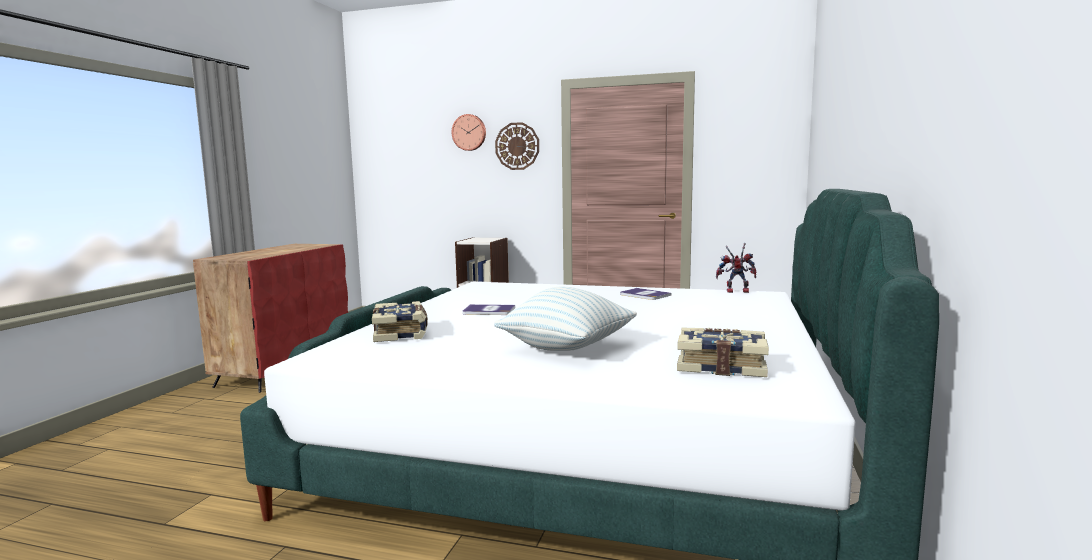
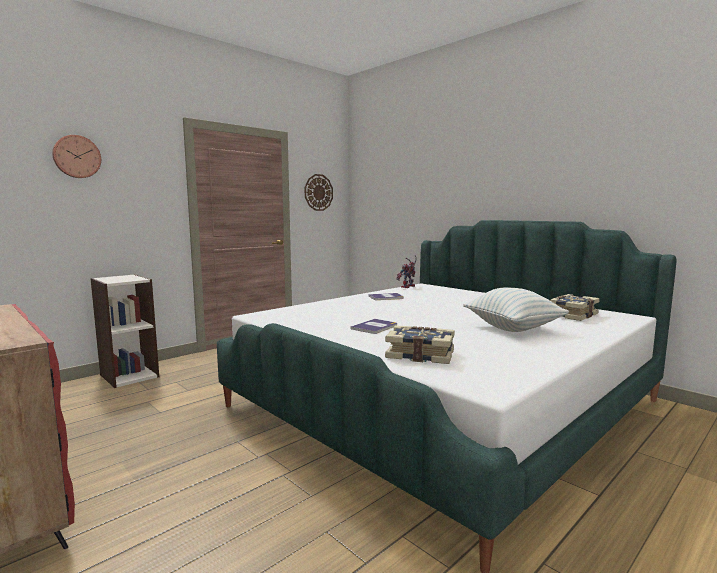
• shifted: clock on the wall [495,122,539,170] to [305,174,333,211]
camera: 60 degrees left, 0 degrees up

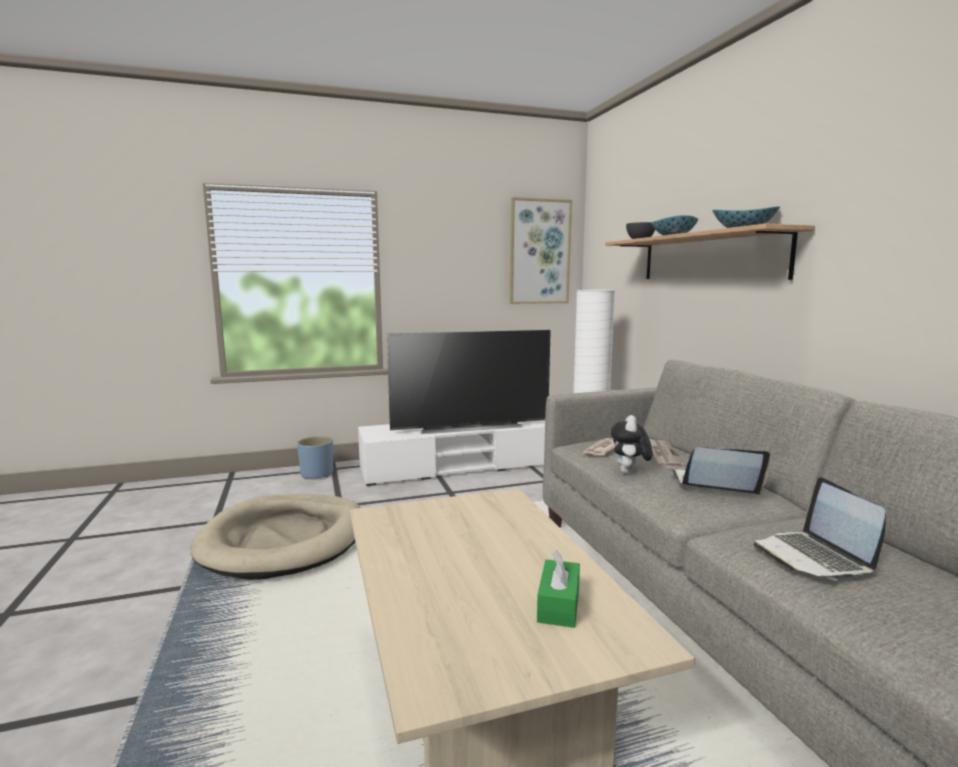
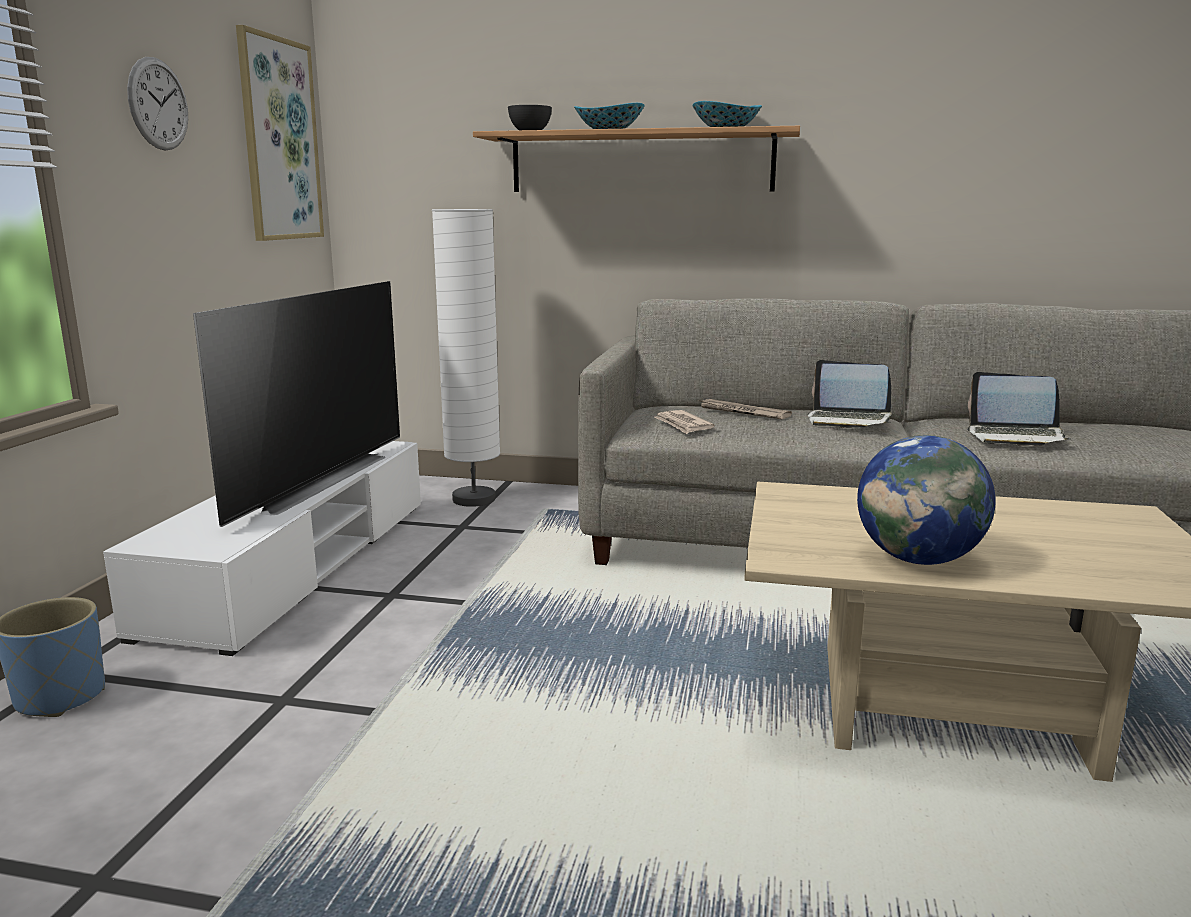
• gone: dog bed (beige-coloured) [190,494,361,580]
• gone: box of tissues (greenish) [537,550,580,628]
• gone: plush toy [611,415,653,474]
• rotated: laptop [670,447,770,495] = [808,360,892,428] 105 degrees counterclockwise
• new: clock on the wall [127,57,188,150]
• new: globe [857,435,996,565]
camera: 60 degrees left, 5 degrees up

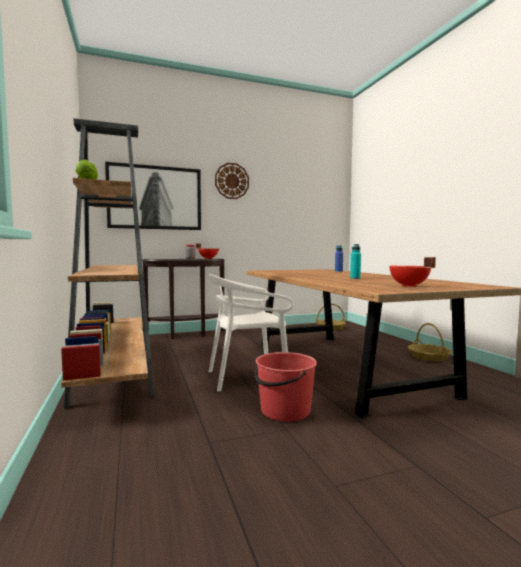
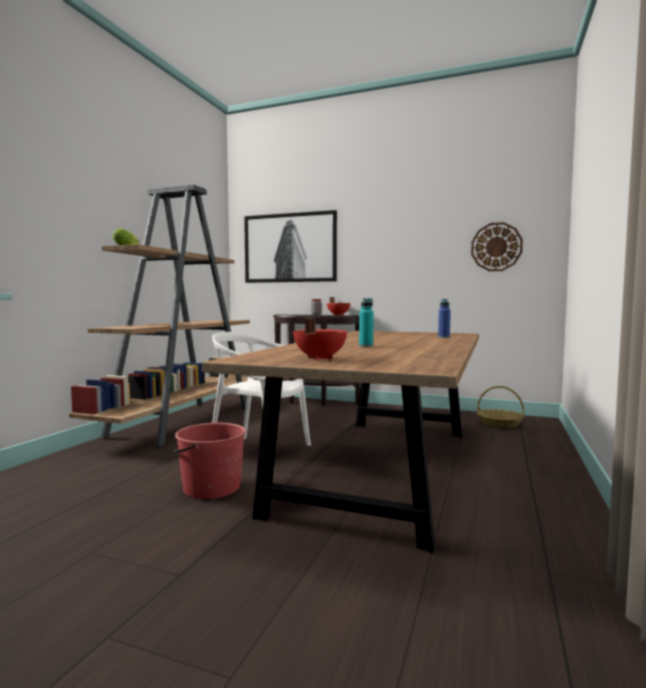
• shifted: clock on the wall [215,163,249,199] to [471,222,523,271]
• gone: basket [408,323,452,361]
camera: 40 degrees right, 0 degrees up

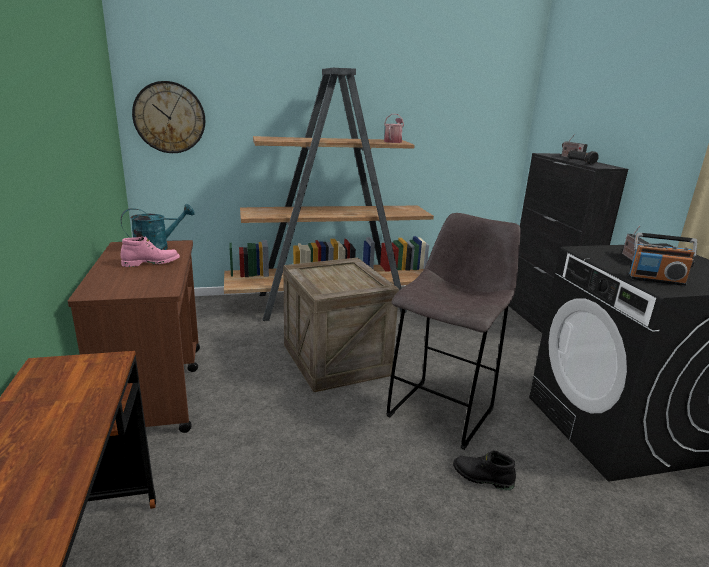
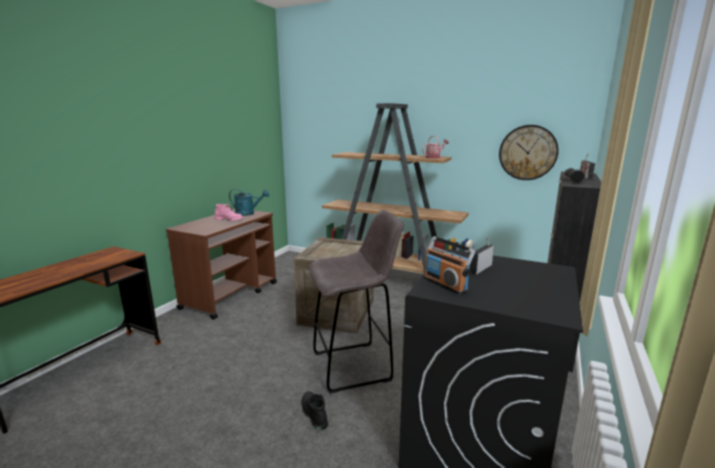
• shifted: clock on the wall [132,81,205,153] to [499,125,558,180]
camera: 40 degrees right, 5 degrees down

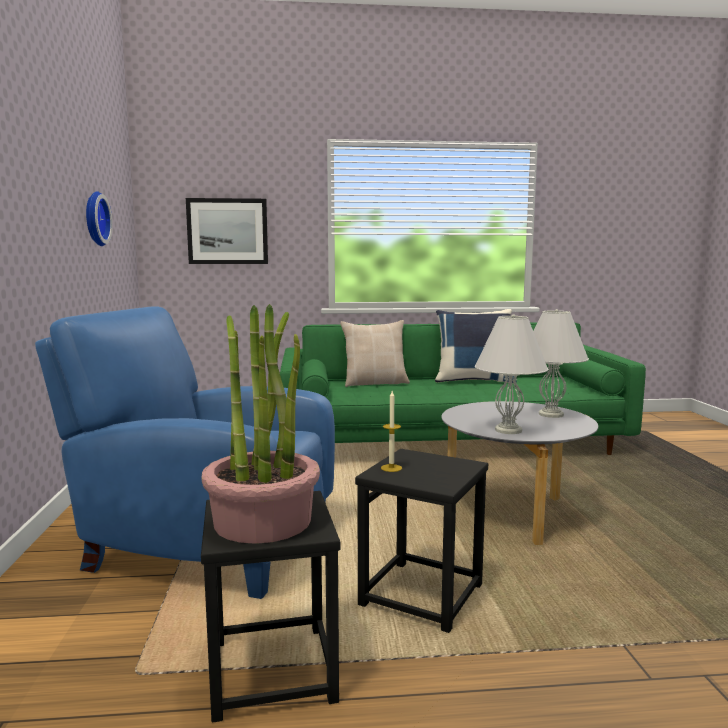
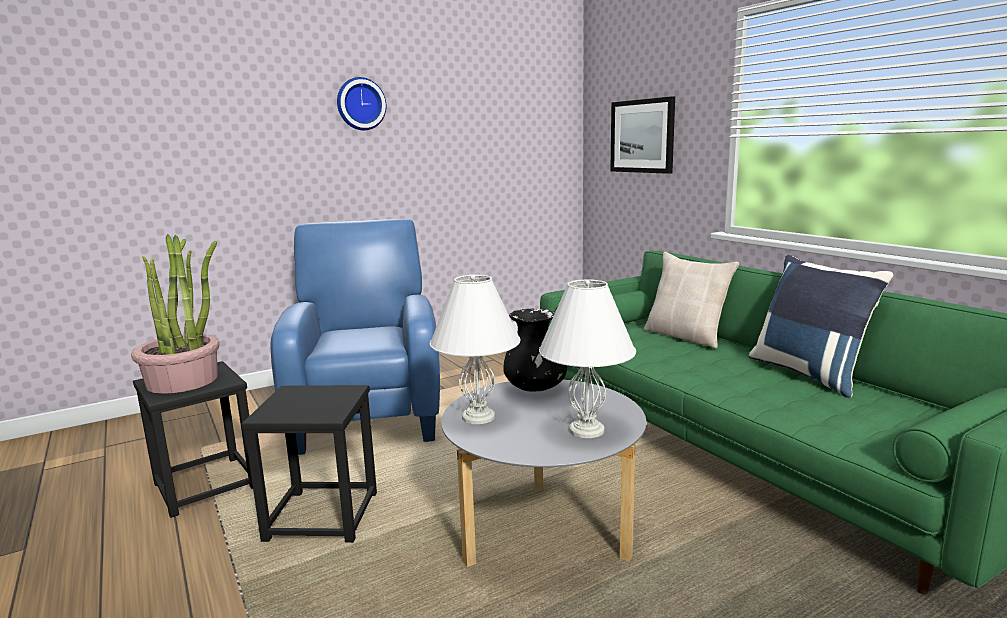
• shifted: clock on the wall [86,191,113,246] to [337,77,386,130]
• gone: wax light [381,391,402,472]
• new: flower vase (black-coloured) [504,309,567,391]
camera: 65 degrees right, 5 degrees up

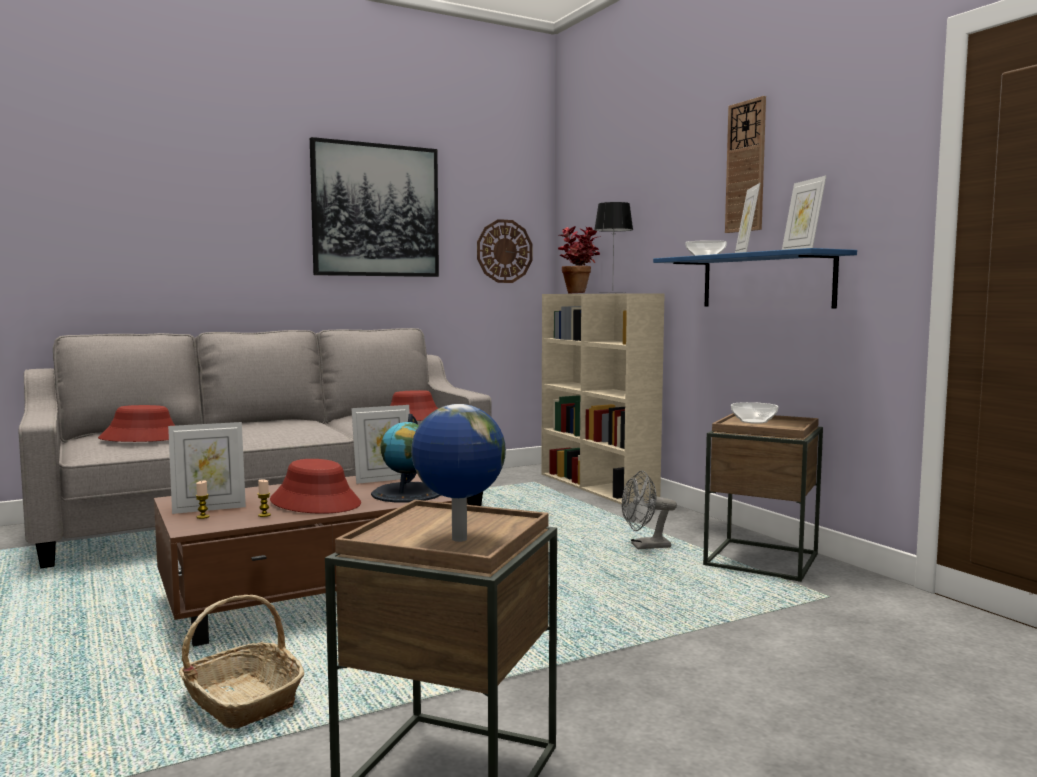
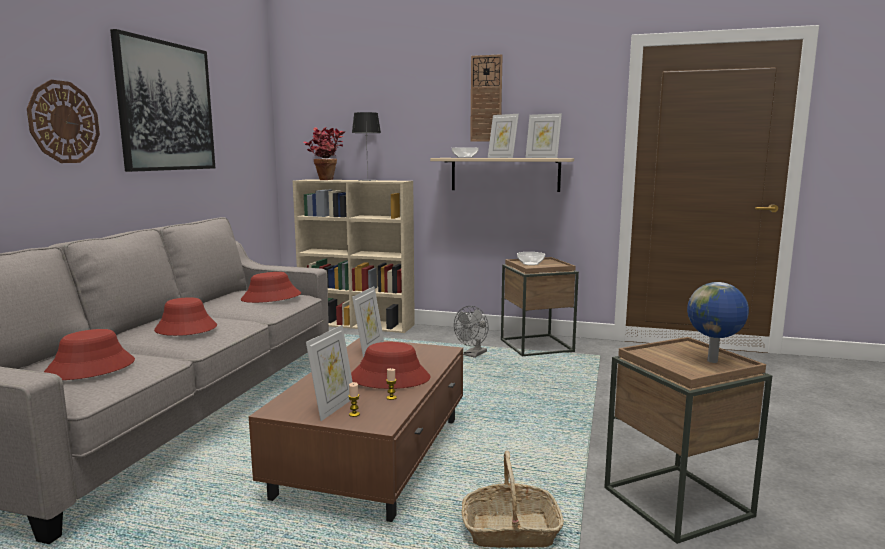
• gone: globe [371,414,441,502]
• shifted: clock on the wall [477,219,532,283] to [27,80,100,163]
• repainted: bracket shelf (blue) [653,248,857,308] to bracket shelf (beige-coloured) [430,158,574,192]
• new: clothing hat (red-coloured) [154,297,217,336]
camera: 45 degrees left, 5 degrees up

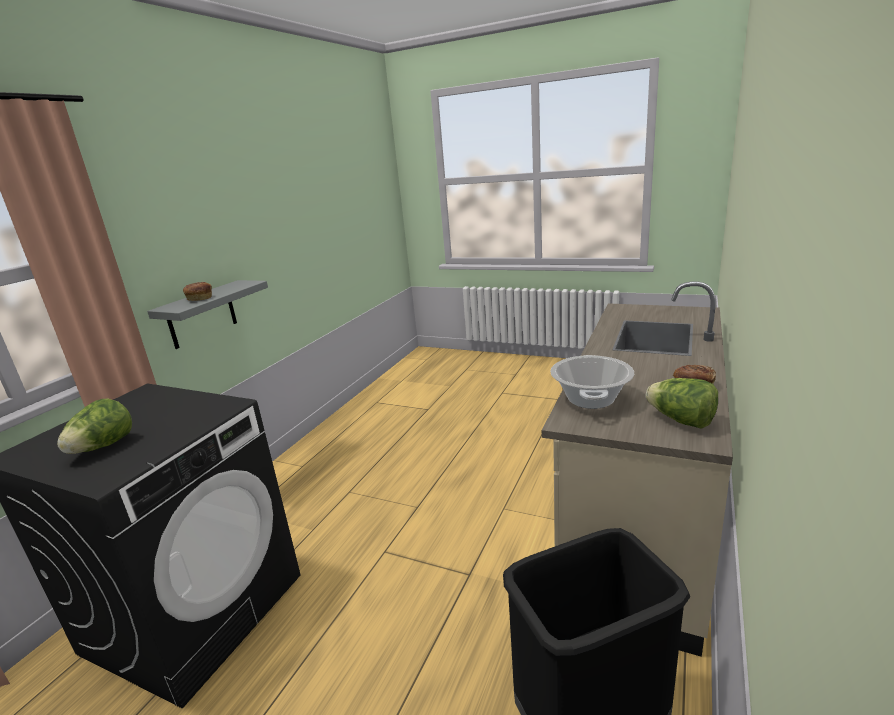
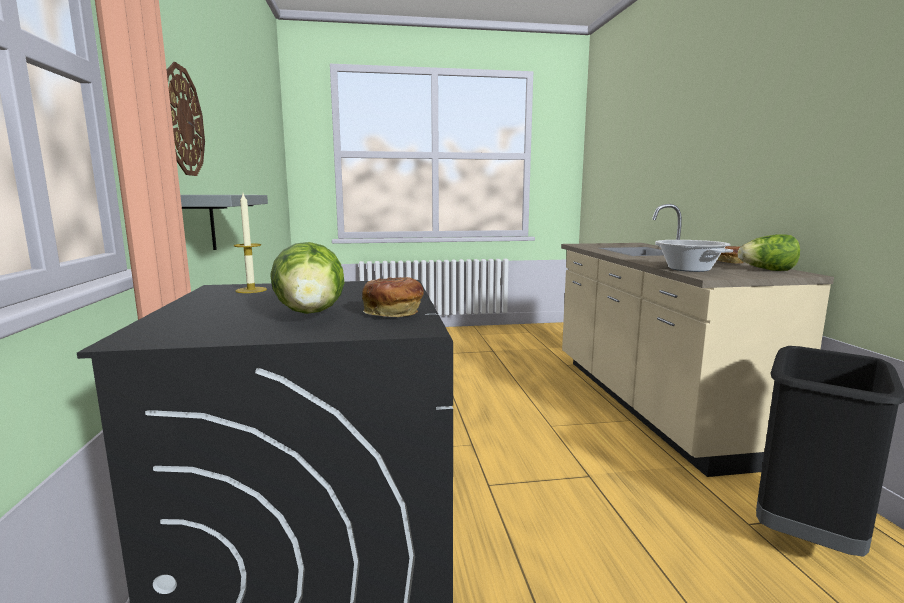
• shifted: bakery bread [183,282,212,301] to [362,277,424,317]
• new: clock on the wall [167,62,205,176]
• new: wax light [234,194,267,293]
camera: 35 degrees left, 10 degrees down

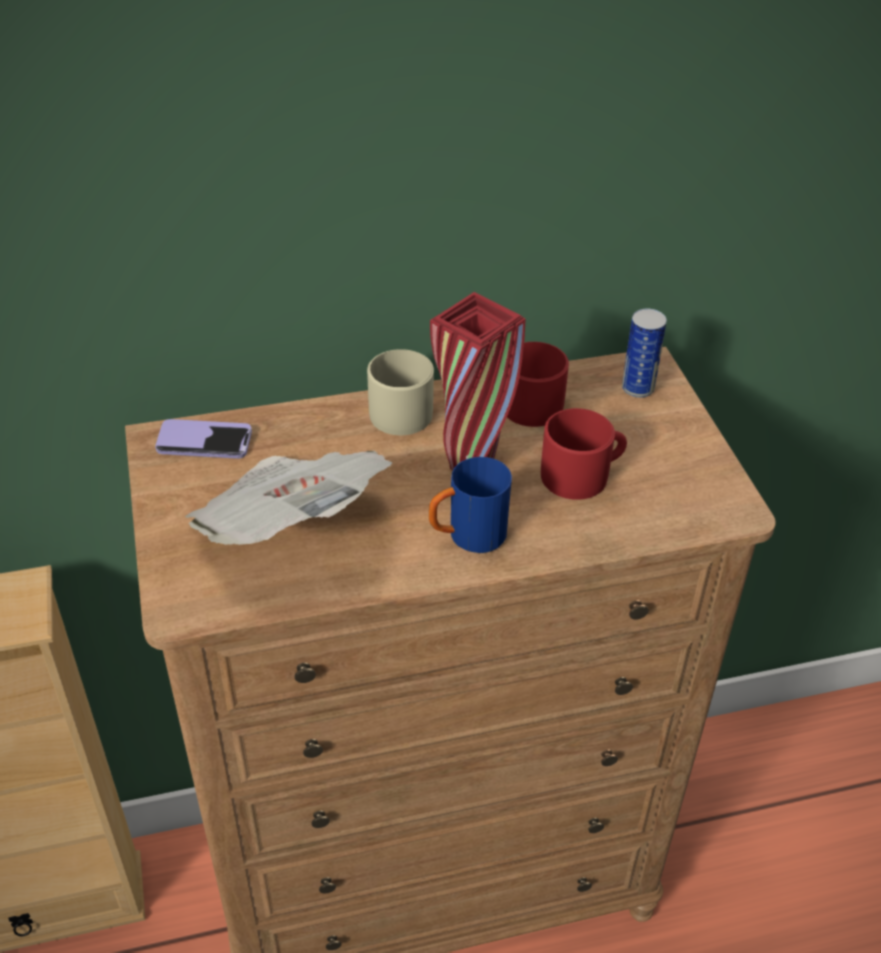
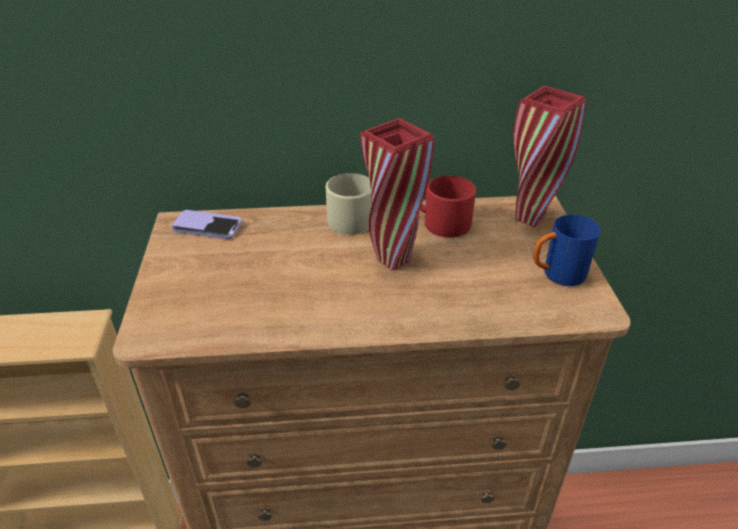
• gone: printed paper [185,451,392,545]
• shifted: mug (blue) [429,457,512,553] to [533,215,600,286]
• gone: mug (red-coloured) [541,408,627,500]
• swapped: sealed can [622,309,667,398] to flower vase (red-coloured) [513,86,586,227]
camera: 10 degrees right, 5 degrees down

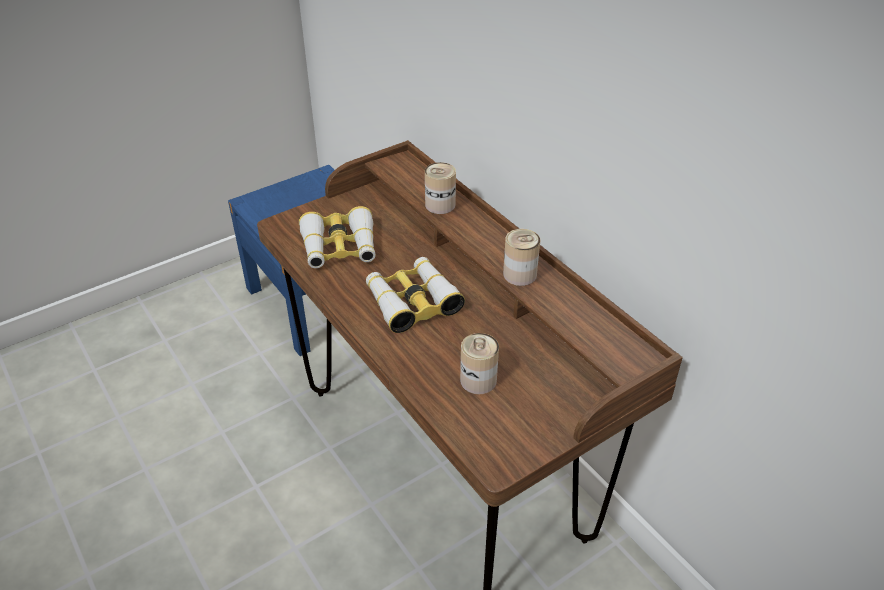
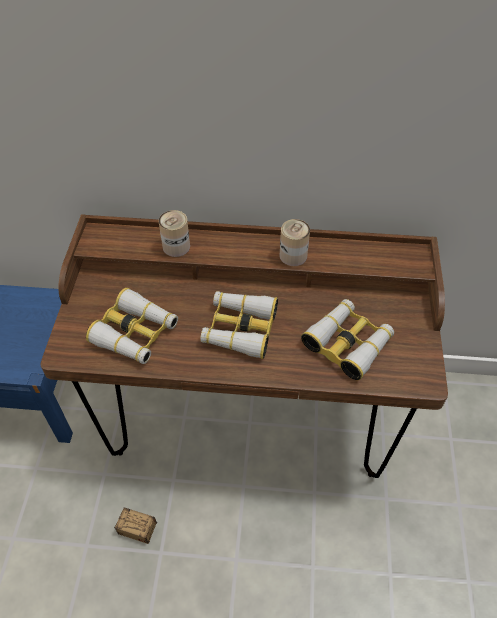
• swapped: sealed can [460,333,499,394] to field glasses [301,299,394,380]
• new: storage box [114,507,196,544]
camera: 50 degrees left, 10 degrees up

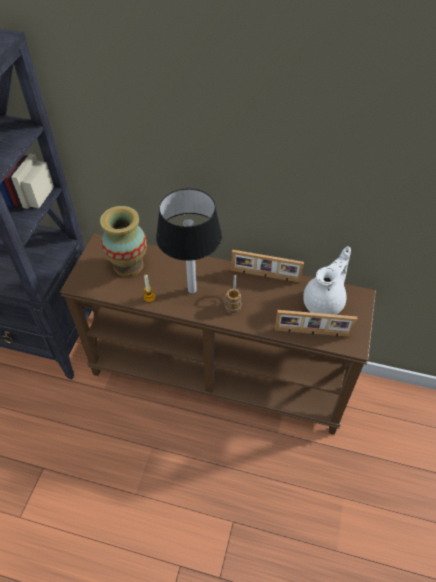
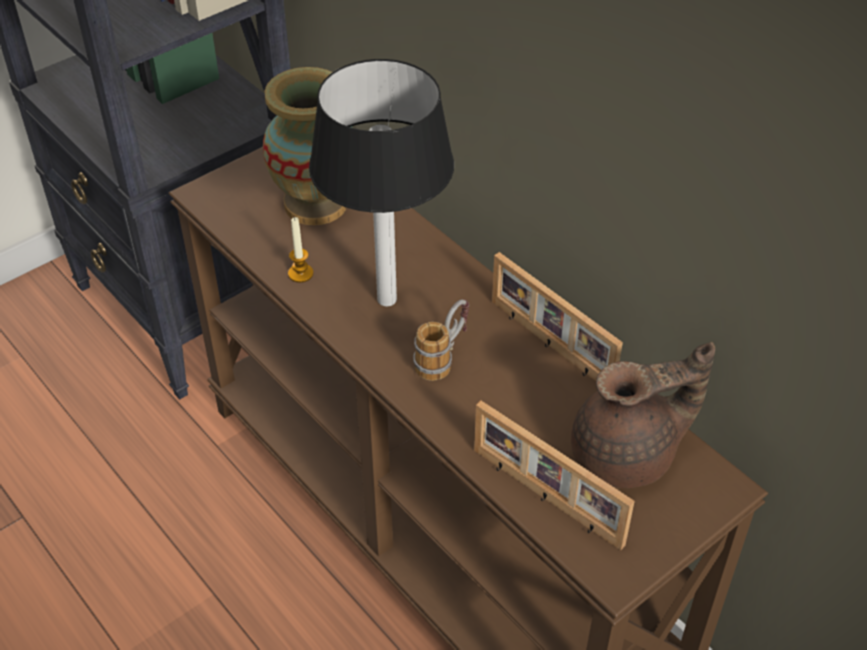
• repainted: tea pot (whitish) [303,246,351,315] to tea pot (brown) [571,342,715,488]
camera: 35 degrees right, 5 degrees down

